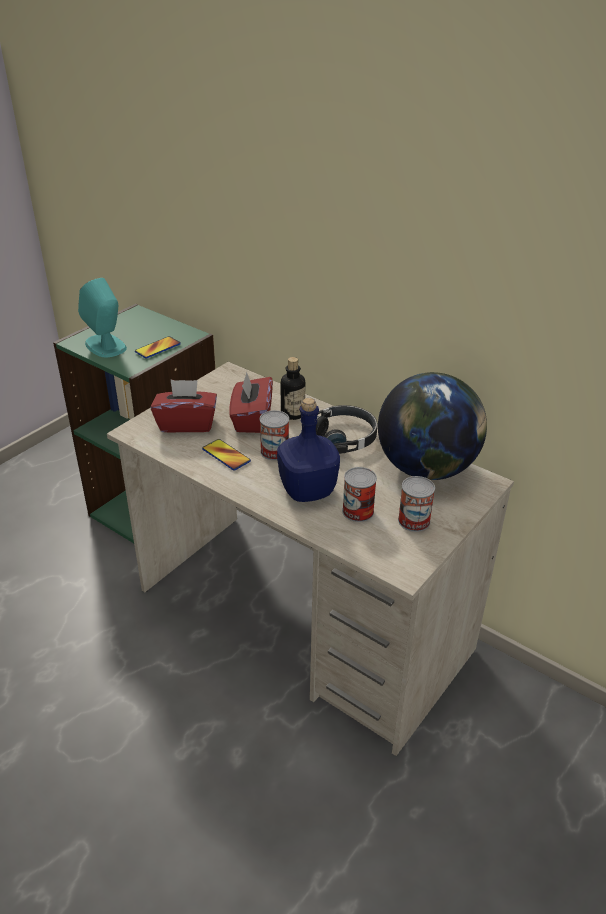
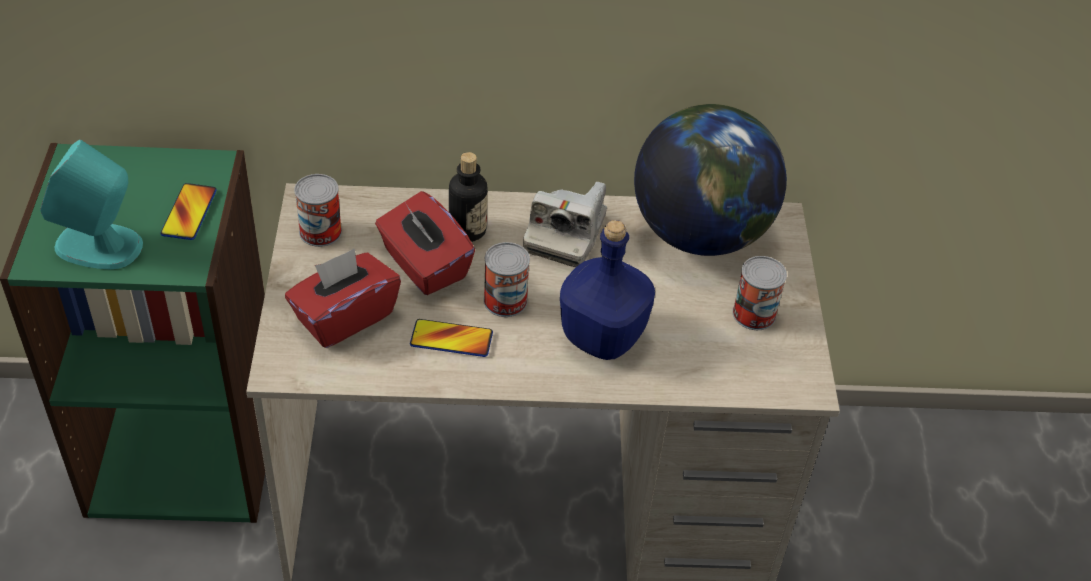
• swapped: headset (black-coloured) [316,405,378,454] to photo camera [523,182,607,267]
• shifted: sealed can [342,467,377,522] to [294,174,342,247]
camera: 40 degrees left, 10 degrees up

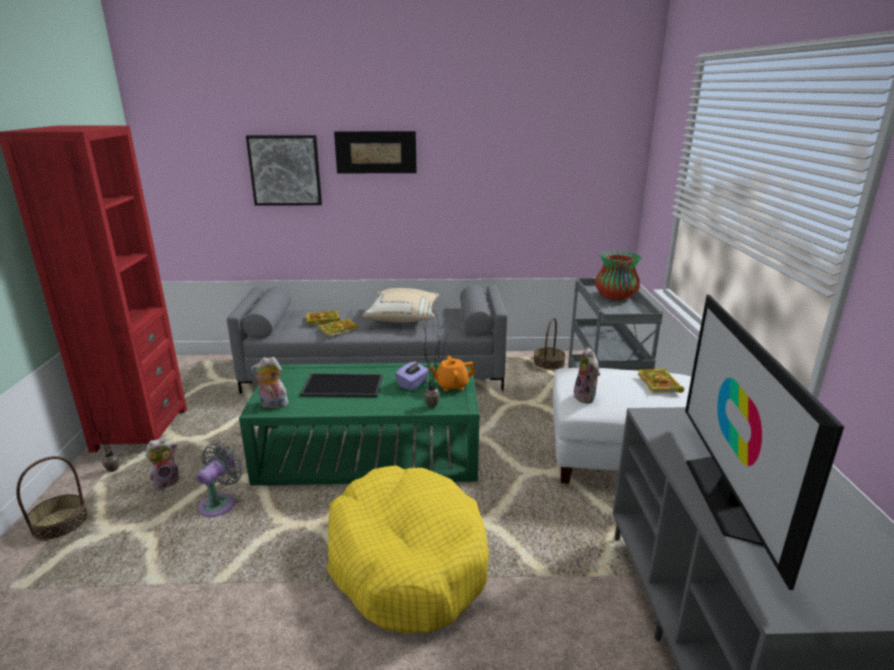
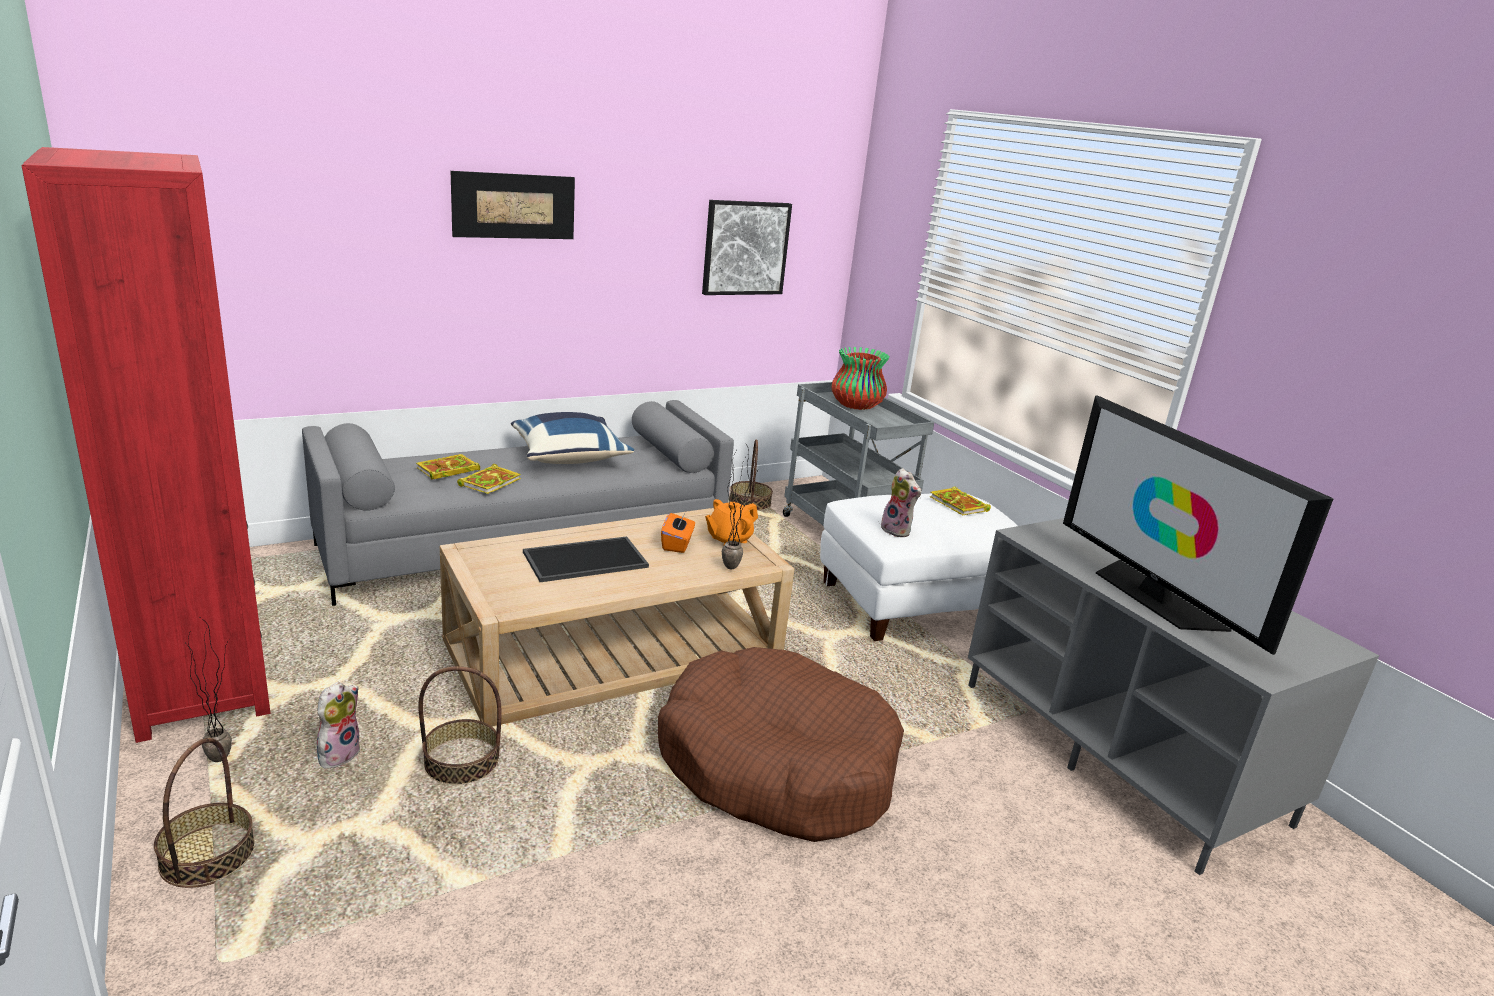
• swapped: electric fan (gray) [196,443,243,517] to basket [419,666,502,785]
• repainted: low table (greenish) [239,362,480,485] to low table (beige-coloured) [440,508,794,727]
• shifted: picture [246,135,322,206] to [702,200,792,295]
• gone: plush toy [251,357,288,408]
• repainted: dog bed (yellow) [327,465,489,633] to dog bed (brown) [658,647,904,842]
• repainted: cushion (beige-coloured) [363,288,439,323] to cushion (blue) [511,412,634,464]
• repainted: box of tissues (purple-coloured) [395,361,429,391] to box of tissues (orange) [661,512,695,553]
camera: 30 degrees left, 0 degrees up

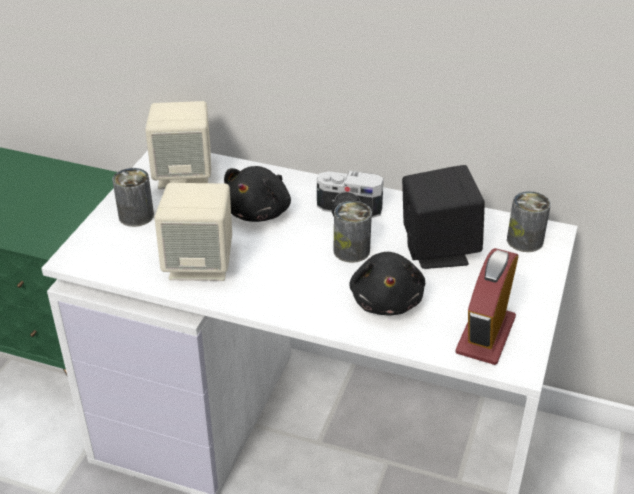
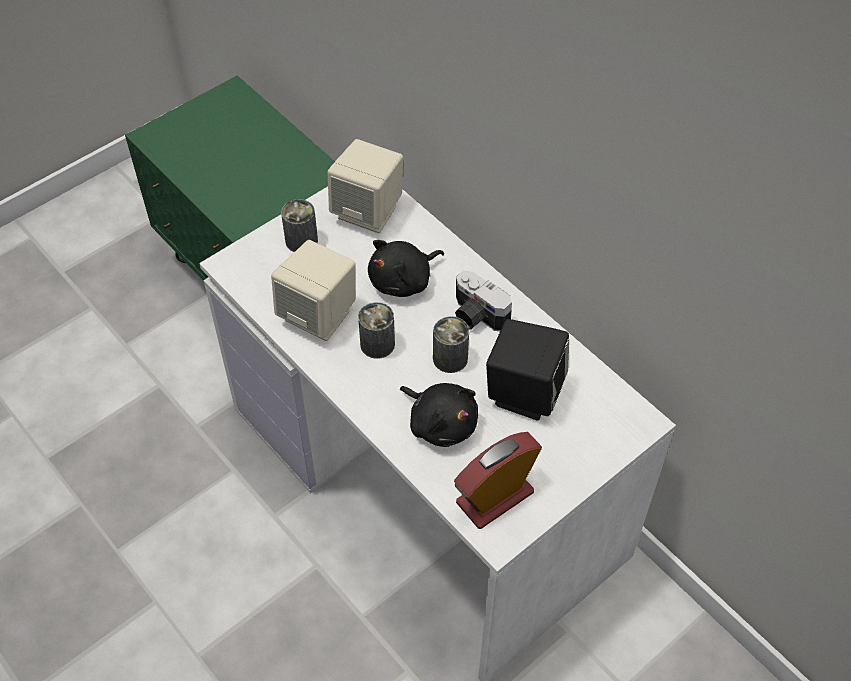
• rotated: plush toy (black-coloured) [349,252,425,316] = [400,383,478,447] 75 degrees counterclockwise
• shifted: sealed can [507,191,551,252] to [358,302,395,359]
camera: 30 degrees right, 15 degrees up

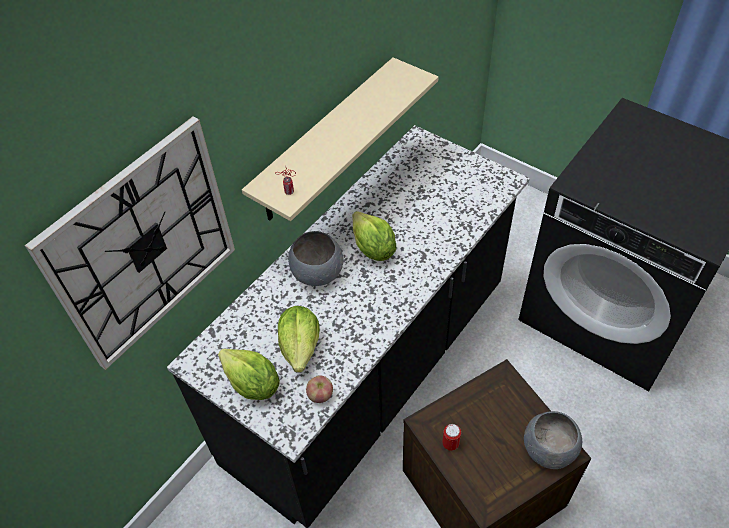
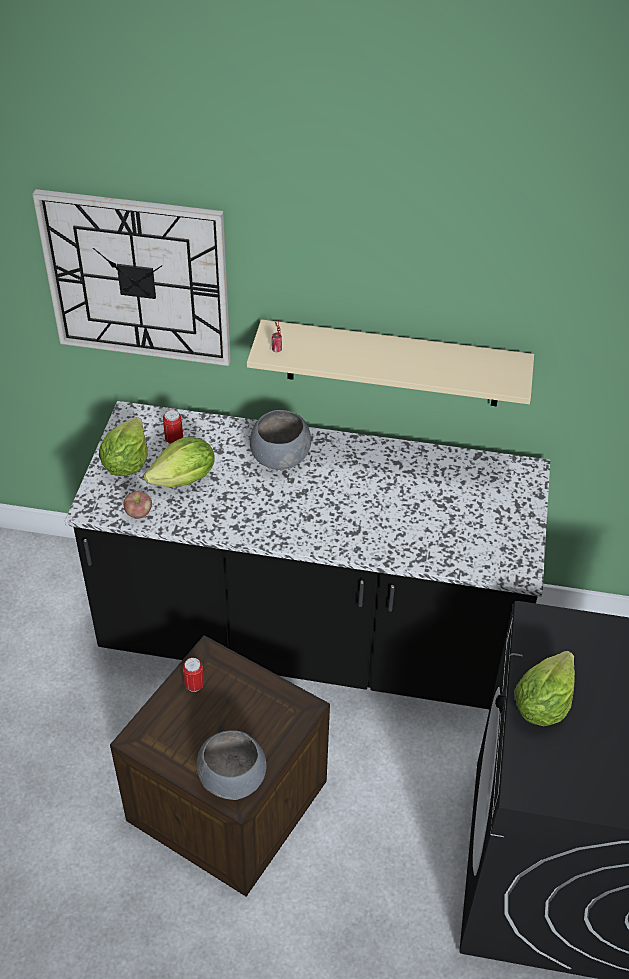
• shifted: head of lettuce [352,211,396,261] to [514,651,575,726]
• new: sealed can [163,410,183,444]
camera: 60 degrees right, 5 degrees down

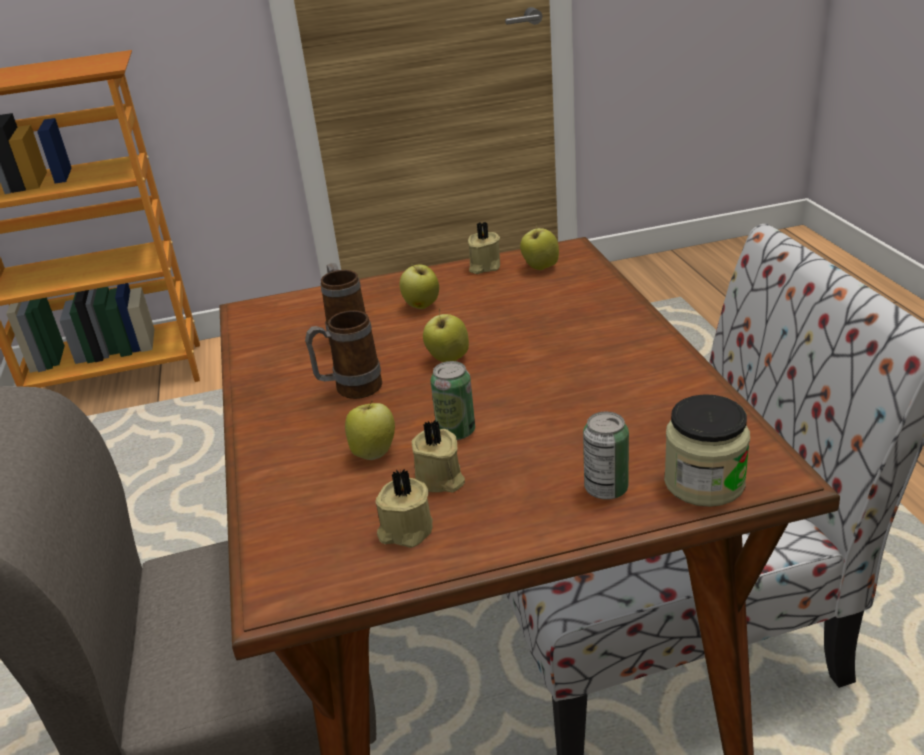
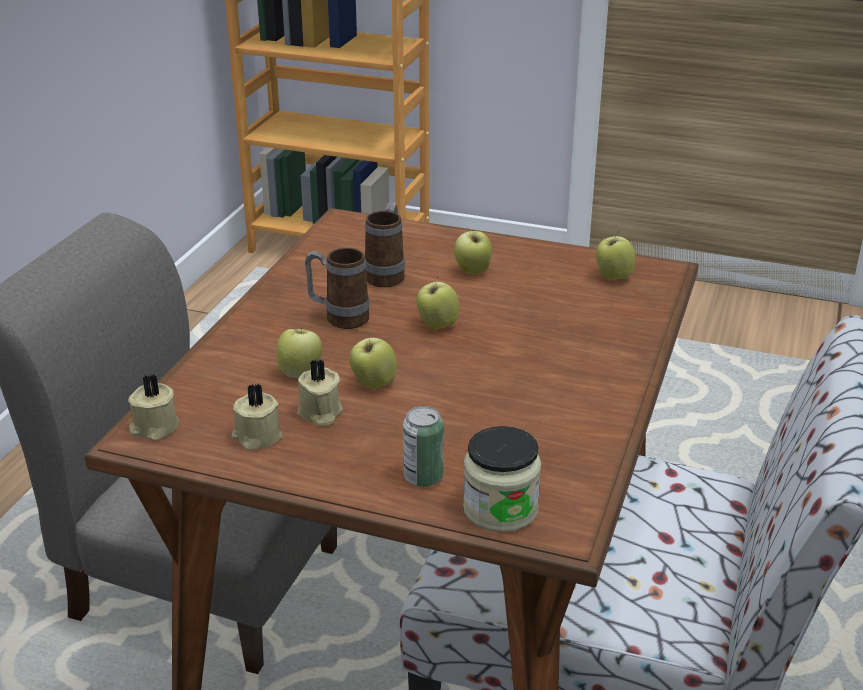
• swapped: sealed can [430,361,475,440] to whole apple [349,333,397,389]
• shifted: wax light (beige-coloured) [468,222,500,274] to [128,374,179,441]
camera: 30 degrees right, 0 degrees up

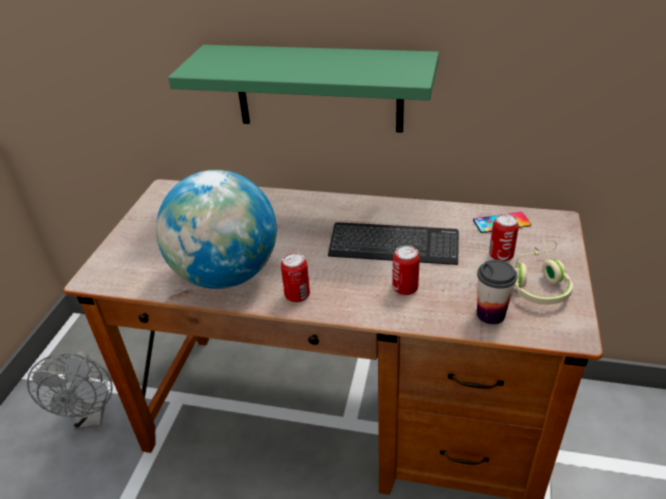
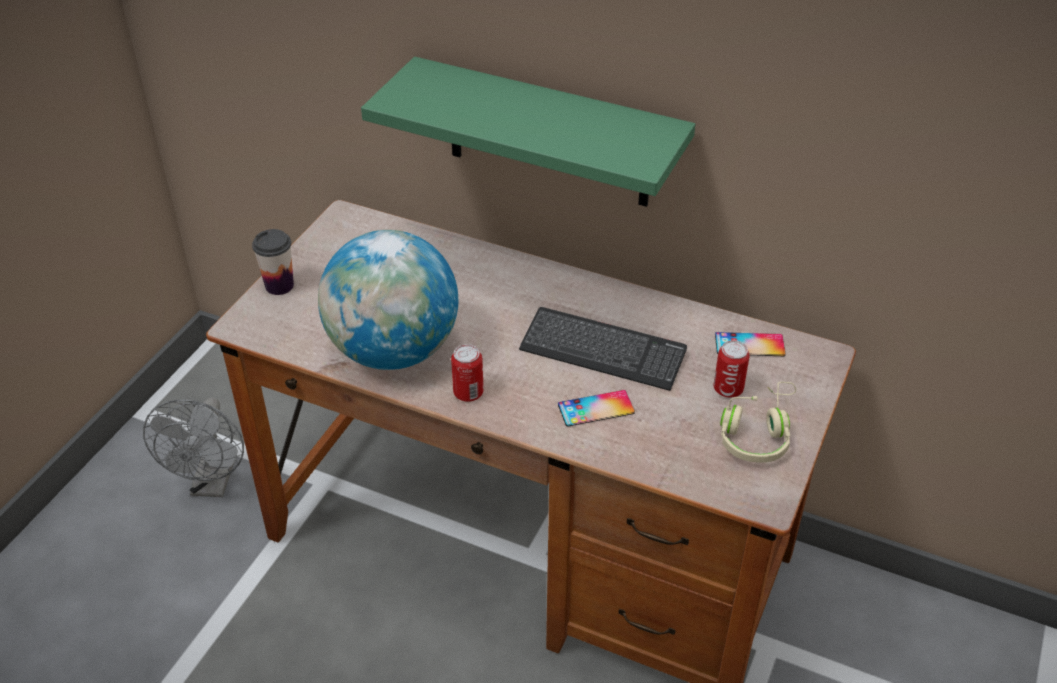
• swapped: sealed can [393,245,420,295] to handset [558,390,635,427]
• shifted: drinking cup [477,260,517,324] to [252,229,294,295]
camera: 10 degrees right, 5 degrees up

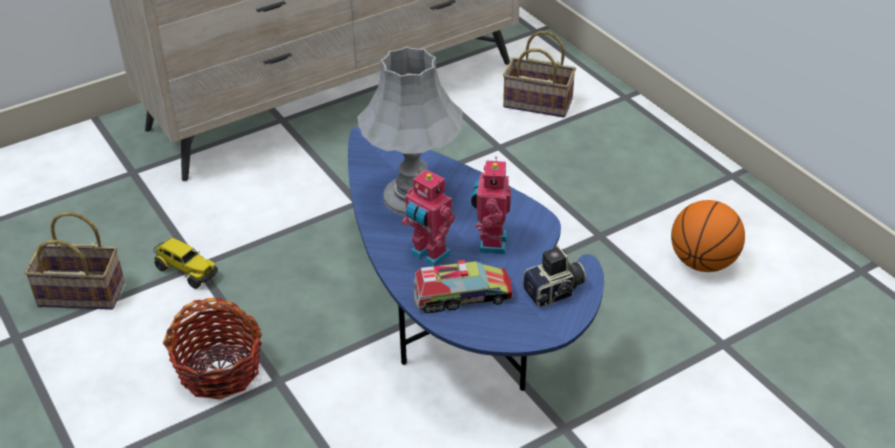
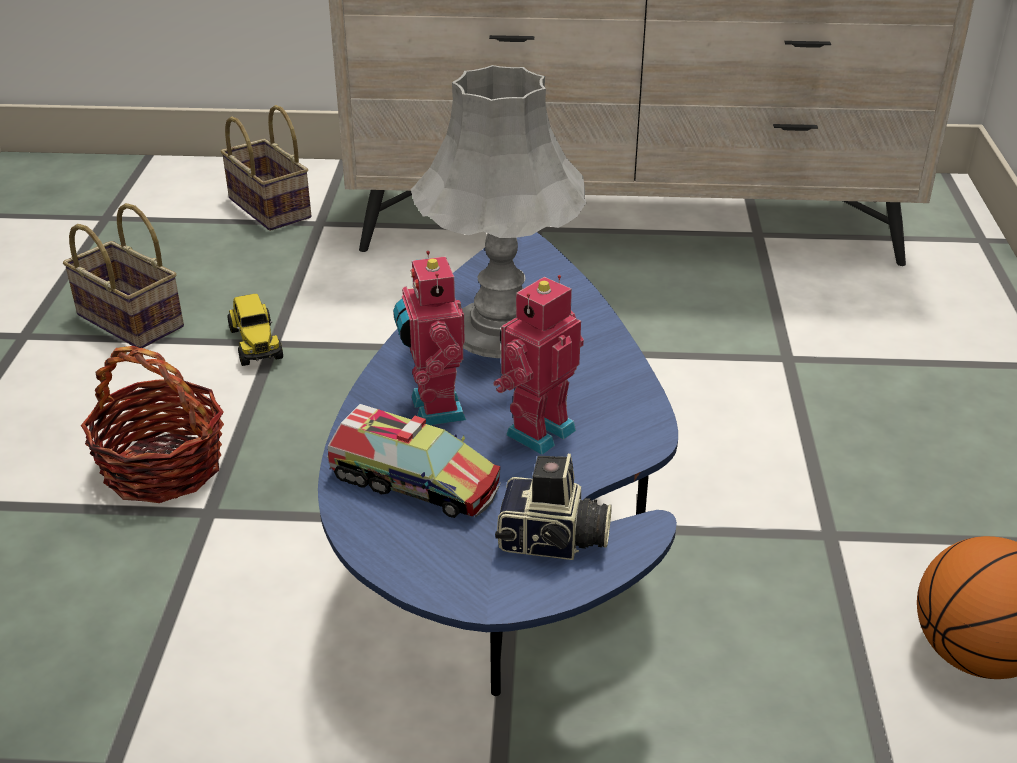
• shifted: basket [503,31,576,118] to [220,105,311,231]
camera: 35 degrees right, 5 degrees down

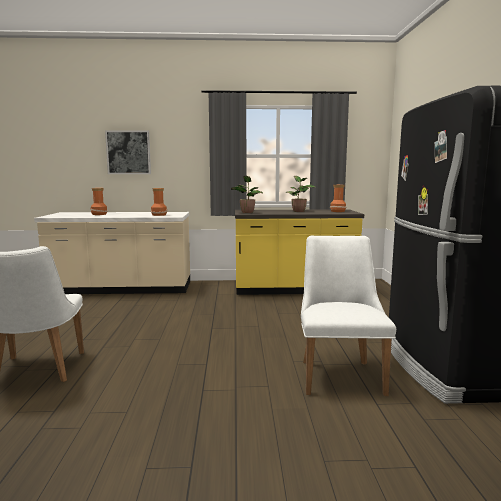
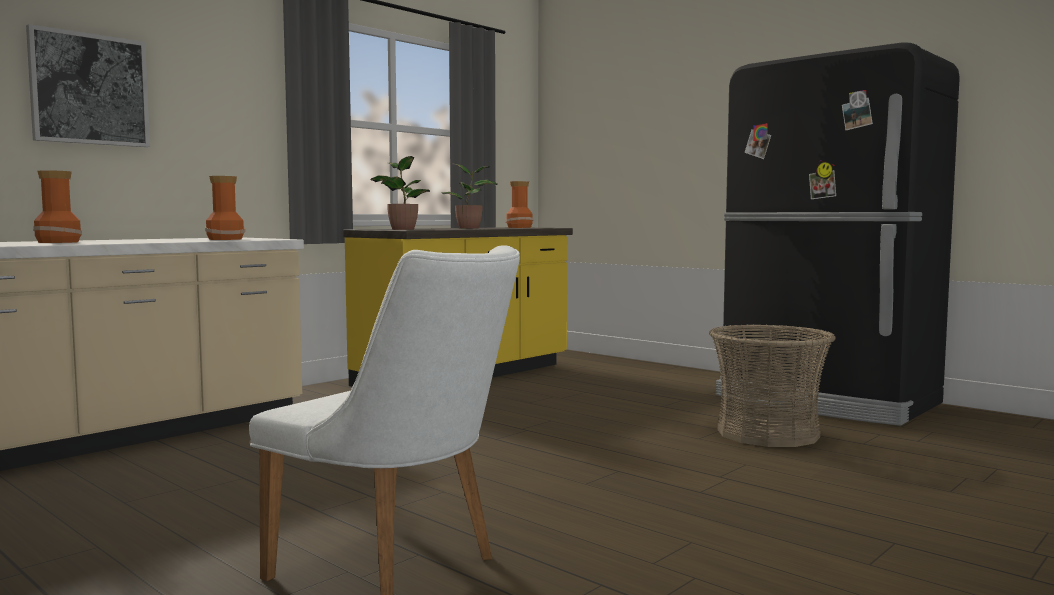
• swapped: chair (whitish) [301,236,396,396] to basket [709,324,836,447]
camera: 45 degrees left, 5 degrees down

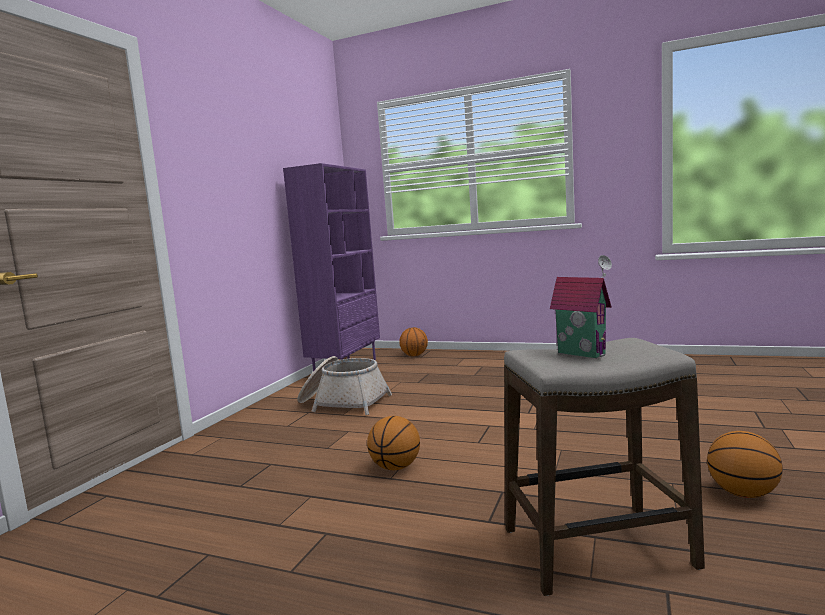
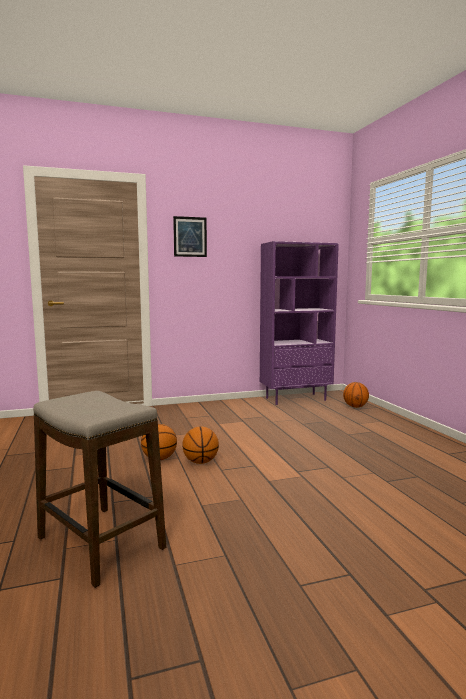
• gone: basket [297,356,392,415]
• gone: miniature house [550,255,612,358]
• shifted: ball for basketball [707,431,783,498] to [182,427,219,464]
• new: picture [173,216,207,257]
camera: 50 degrees right, 0 degrees up

